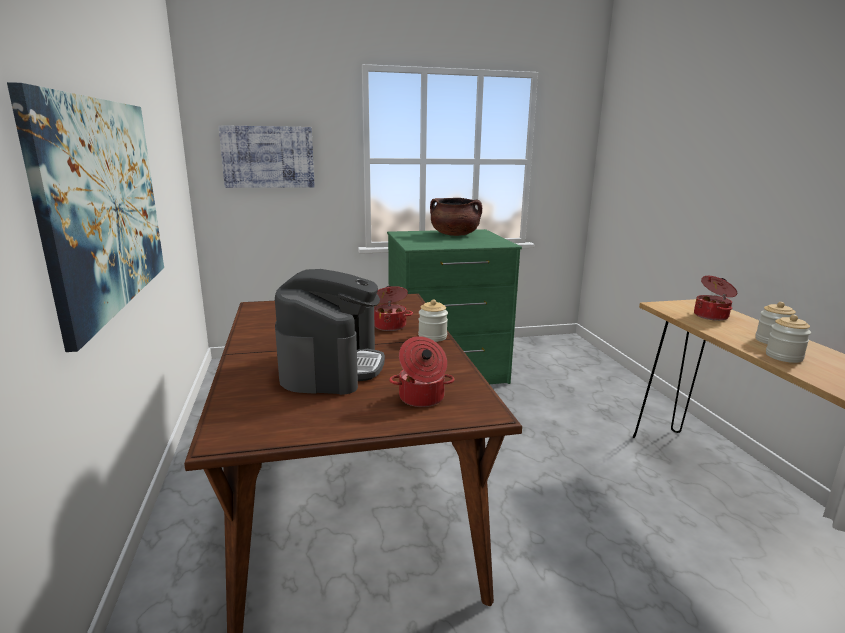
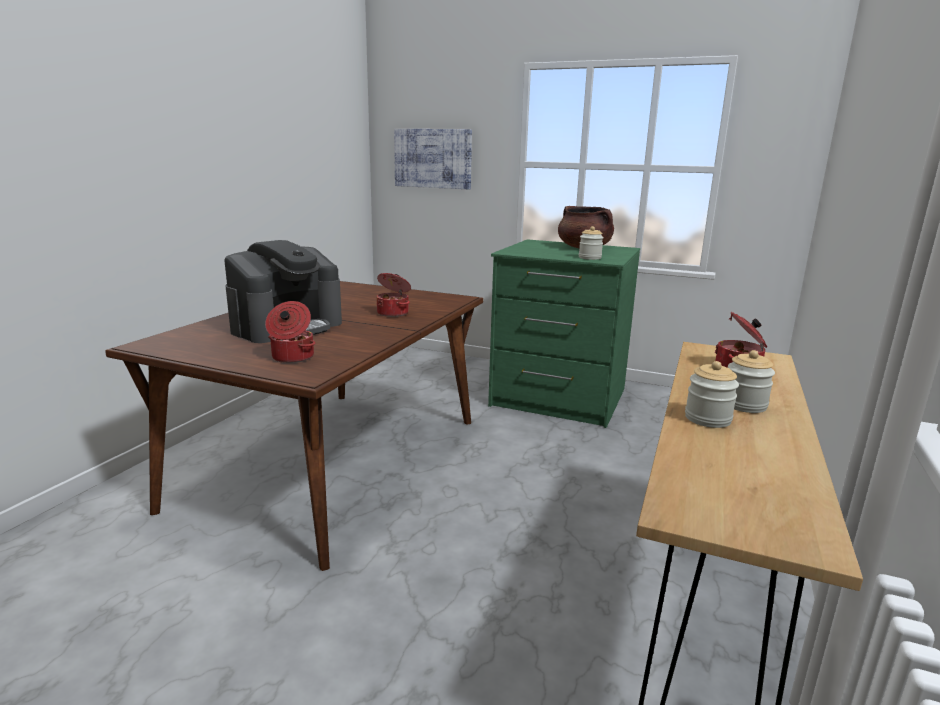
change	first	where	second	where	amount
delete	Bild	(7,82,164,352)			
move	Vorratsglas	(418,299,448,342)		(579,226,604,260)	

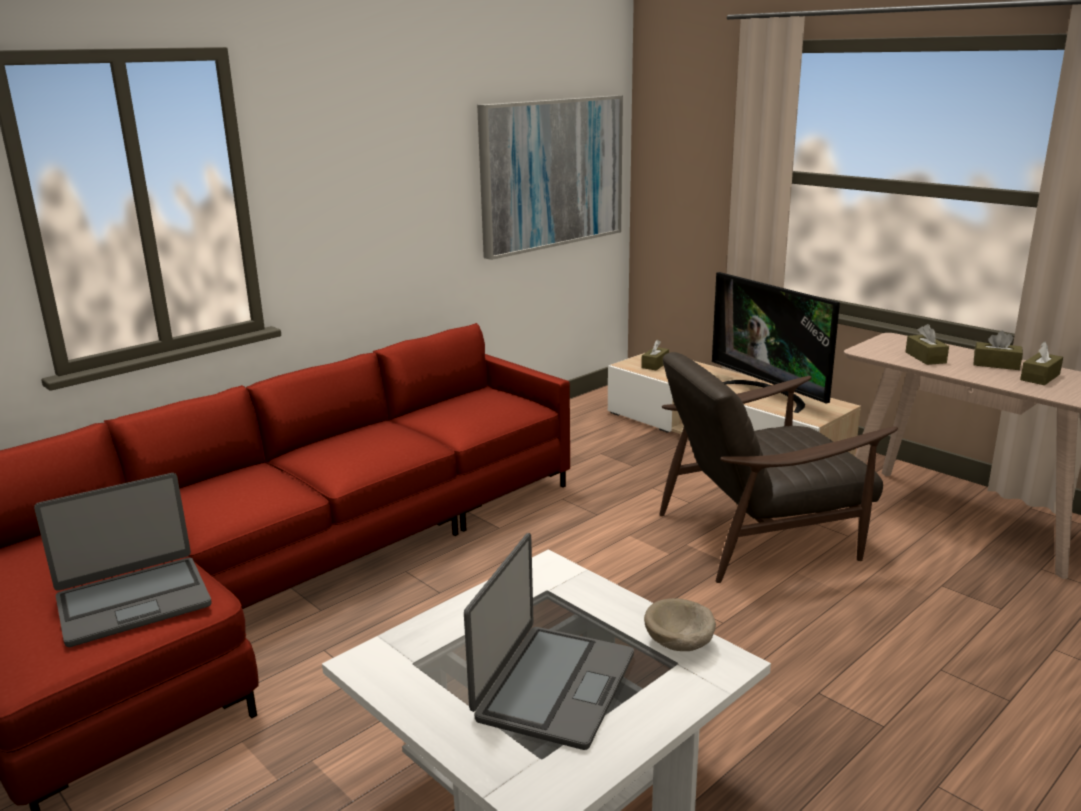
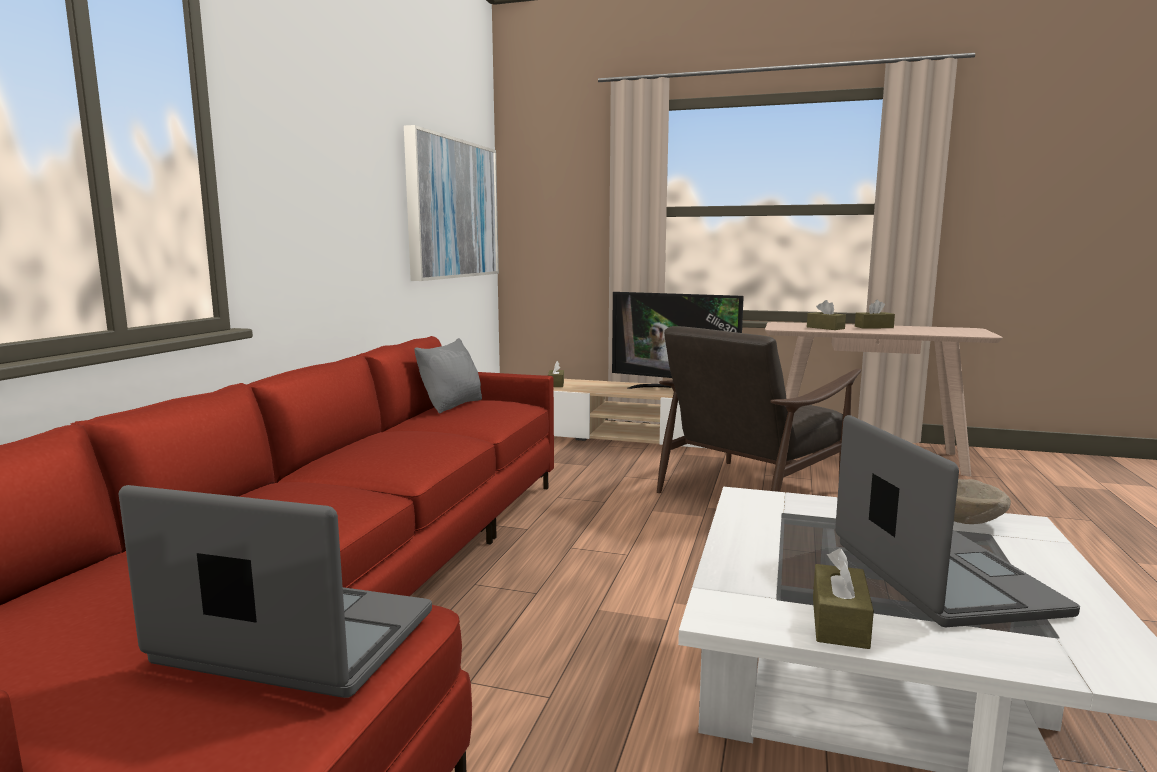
change	first	where	second	where	amount
rotate	Laptop	(34,473,212,647)		(119,485,432,698)	105 degrees counterclockwise
move	Taschentuchbox [braun]	(1020,342,1063,385)		(813,548,874,649)	
insert			Kissen [grau]	(414,338,482,413)	

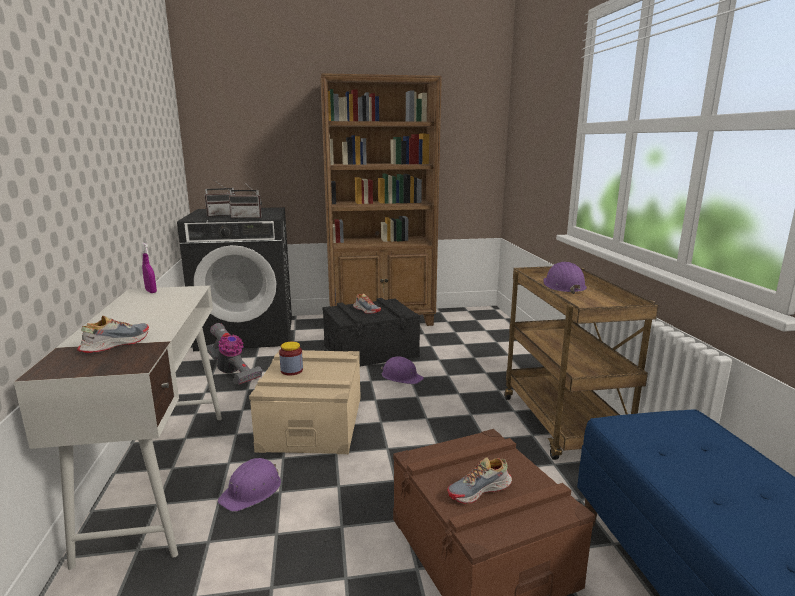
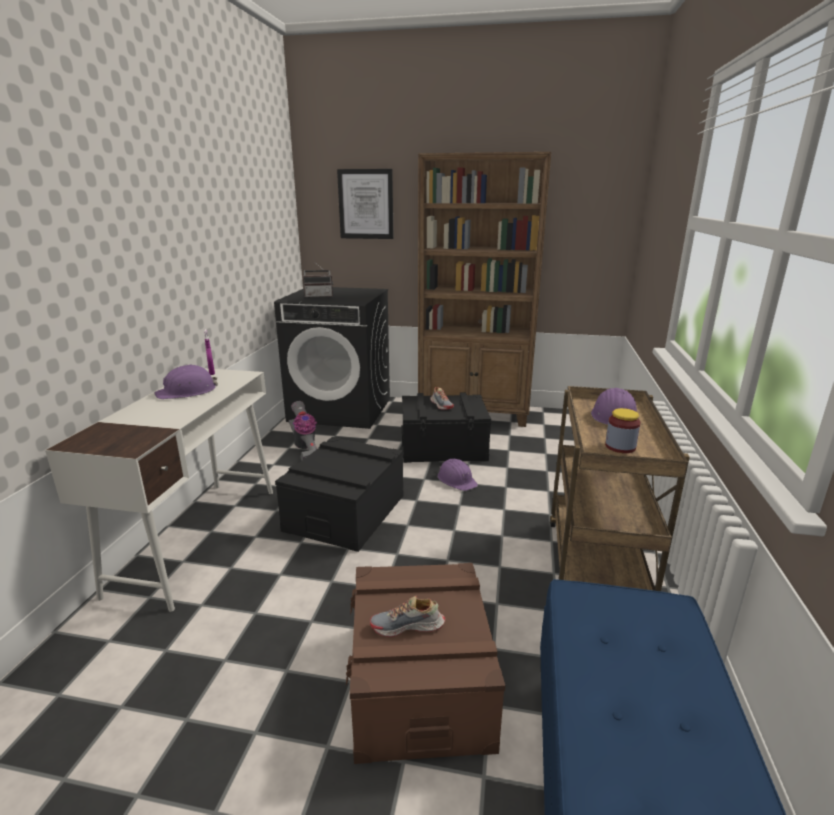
change	first	where	second	where	amount
delete	Schuh	(77,316,149,353)			
move	Schutzhelm [lila]	(218,458,281,512)		(154,364,218,399)	
delete	Radio	(229,181,262,219)			
recolor	Aufbewahrungsbox [beige]	(249,350,361,454)	Aufbewahrungsbox [schwarz]	(275,437,403,552)	
move	Vorratsglas	(279,342,303,375)		(605,408,641,453)	
insert			Bild	(337,169,394,239)	

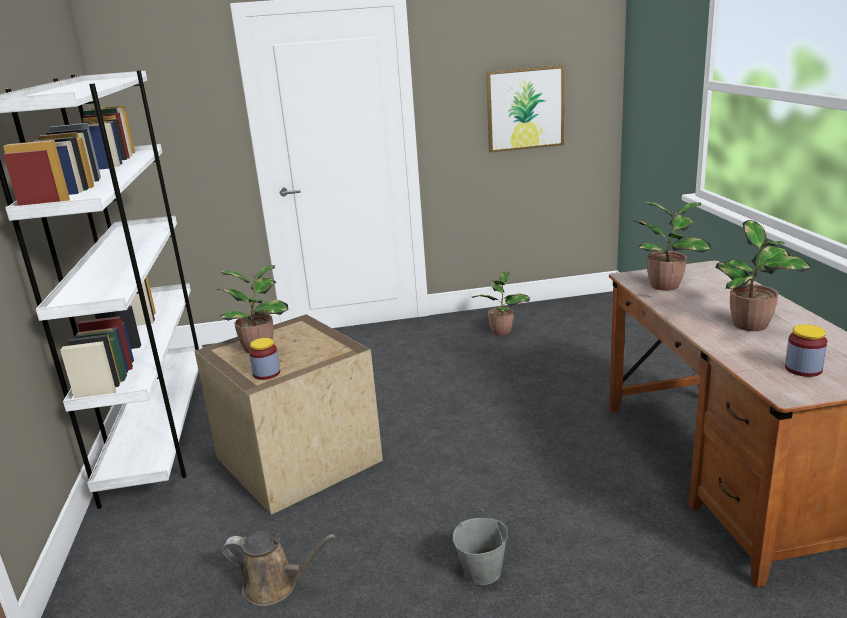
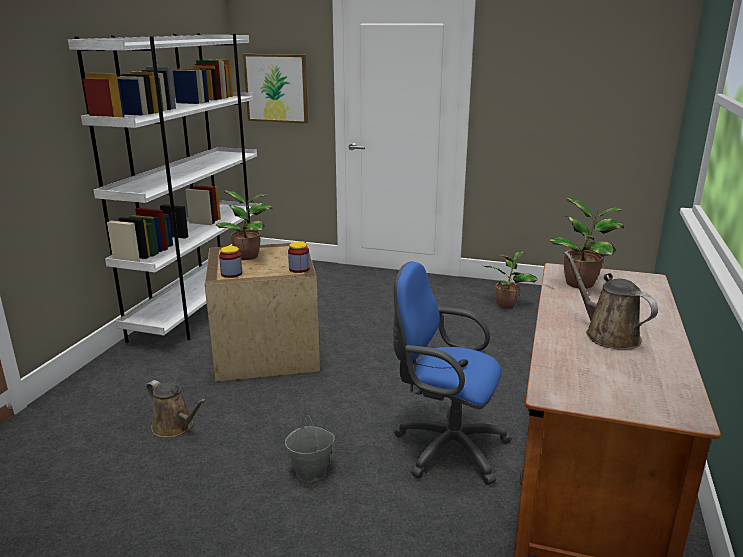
change	first	where	second	where	amount
move	Bild	(486,65,564,153)		(243,54,308,123)	
replace	Topfpflanze	(715,220,811,331)	Gießkanne [braun]	(564,252,658,350)	
move	Vorratsglas	(785,324,827,377)		(288,242,310,273)	
insert			Bürostuhl [blau]	(393,261,512,485)	

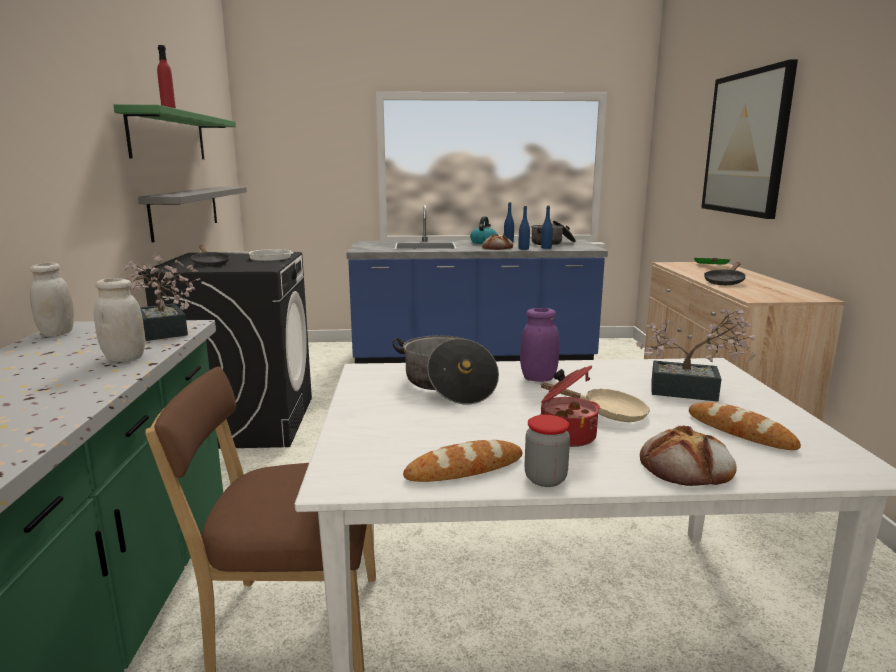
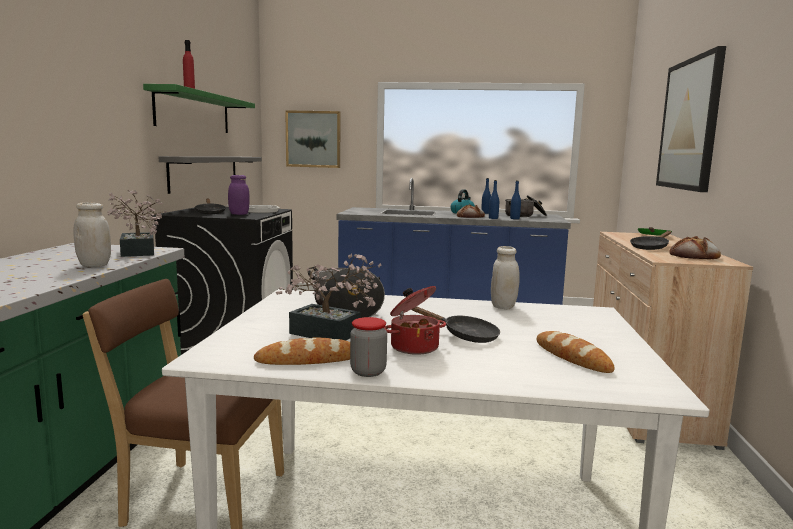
change	first	where	second	where	amount
move	Vorratsglas [weiß]	(30,262,74,337)		(491,246,520,310)	
move	Vorratsglas [lila]	(520,308,560,382)		(228,175,250,215)	
recolor	Pfanne [beige]	(541,382,650,422)	Pfanne [schwarz]	(411,306,500,343)	
move	Topfpflanze	(636,309,756,402)		(276,254,382,341)	
move	Brot	(640,426,737,486)		(669,236,721,259)	
insert			Bild	(285,110,341,168)	

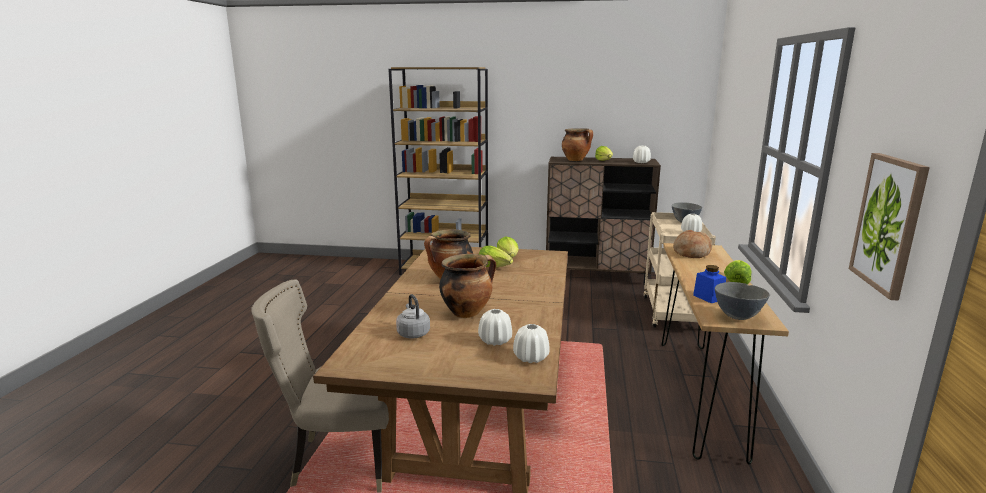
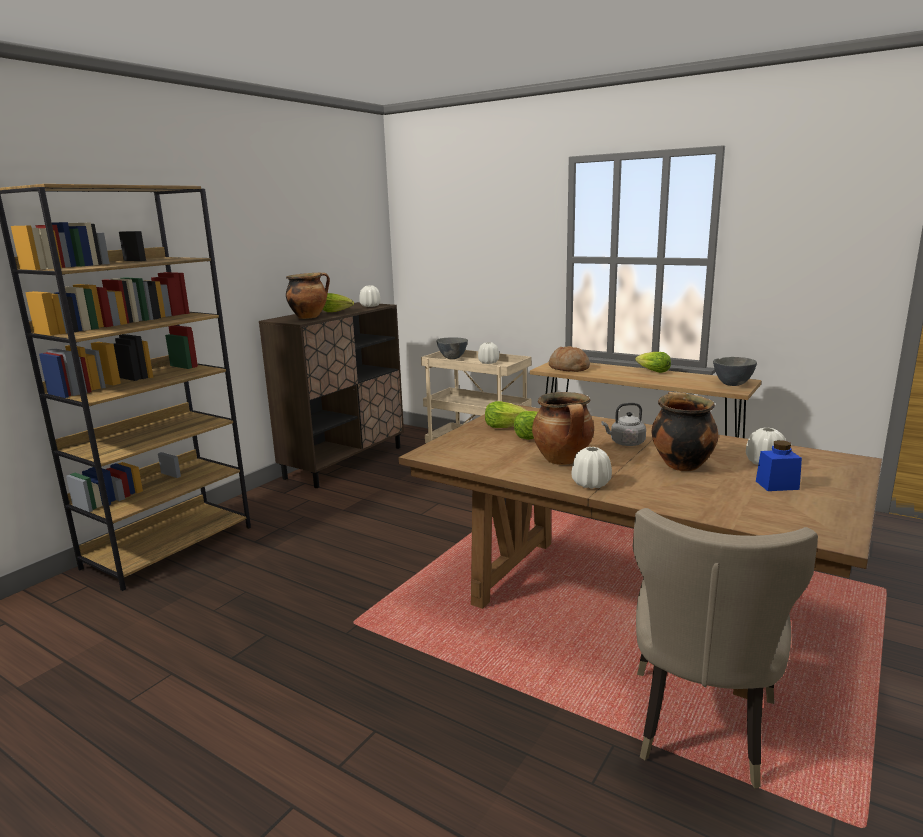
change	first	where	second	where	amount
move	Wasserkessel [grau]	(396,294,430,339)		(601,403,646,446)	
move	Vase [weiß]	(513,324,550,363)		(572,447,612,489)	
move	Vorratsglas [blau]	(693,265,726,303)		(756,440,802,491)	
delete	Bild	(849,153,930,301)			

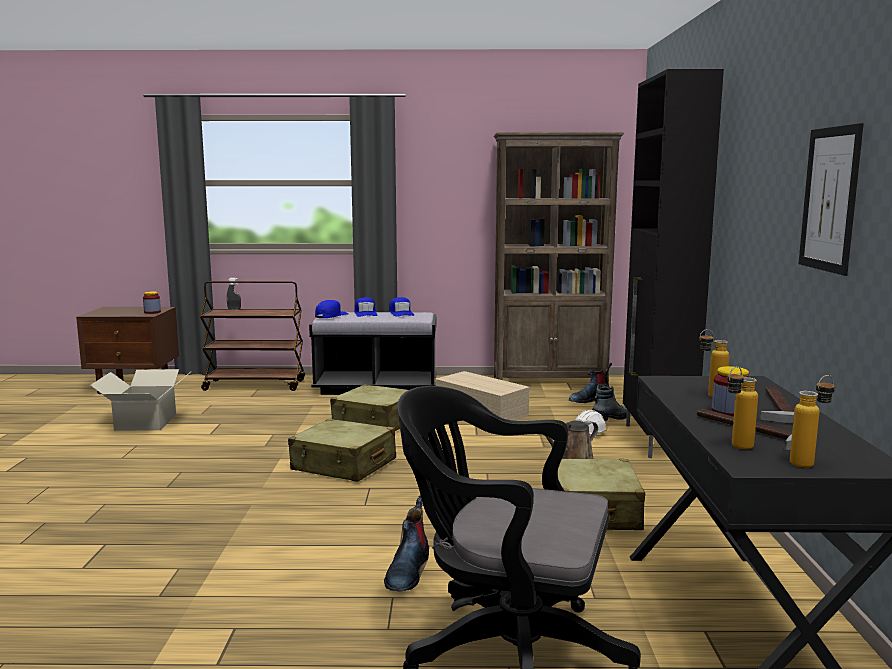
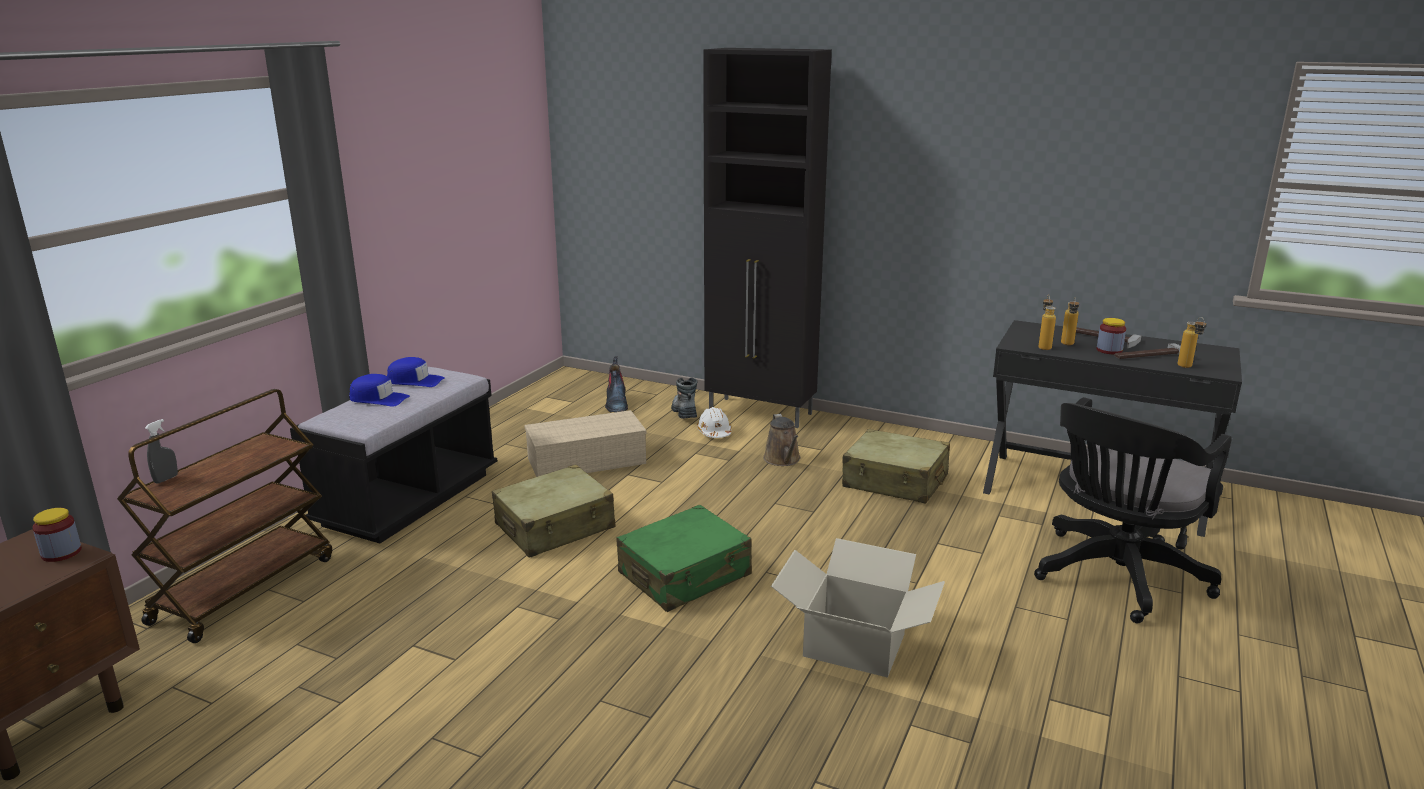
change	first	where	second	where	amount
move	Karton	(90,369,192,431)		(771,538,945,678)	
recolor	Koffer [beige]	(288,419,396,482)	Koffer [grün]	(616,505,752,612)	
delete	Kappe [blau]	(315,300,348,318)			
delete	Stiefel	(384,496,429,592)			
delete	Bücherregal [braun]	(494,132,624,383)			
move	Flasche	(790,375,835,468)		(1038,295,1056,350)	
delete	Bild	(799,123,864,276)			

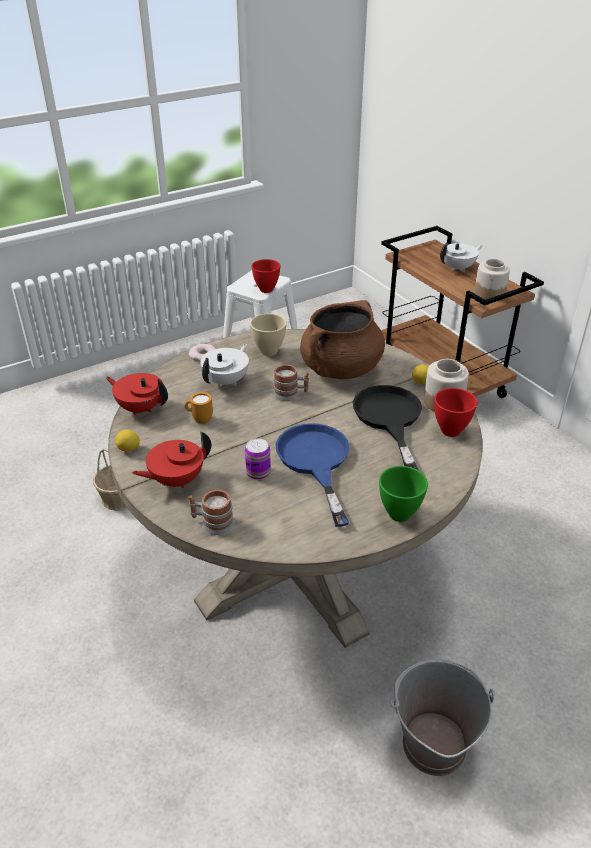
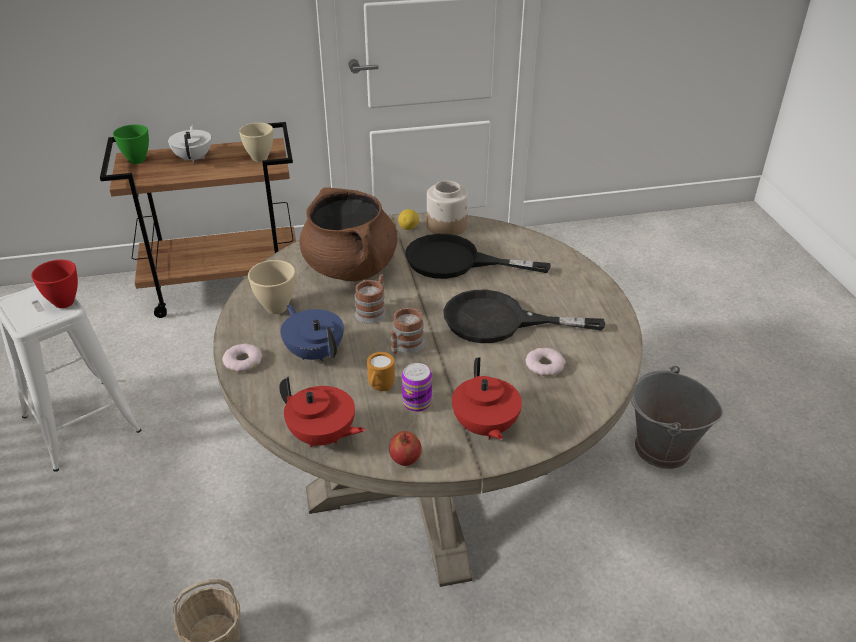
change	first	where	second	where	amount
rotate	Teekanne [rot]	(106,373,168,415)		(279,376,365,447)	105 degrees counterclockwise
replace	Zitrone	(115,430,140,451)	Apfel	(389,431,422,466)	
move	Henkelbecher	(188,490,235,535)		(391,307,425,354)	
recolor	Teekanne [weiß]	(200,344,249,387)	Teekanne [blau]	(280,304,344,361)	
move	Dose	(245,439,271,480)		(402,363,432,412)	
recolor	Pfanne [blau]	(276,423,350,527)	Pfanne [schwarz]	(443,290,605,343)	
move	Schüssel [grün]	(379,466,428,522)		(113,124,149,164)	
delete	Schüssel [rot]	(434,388,477,437)			
replace	Vorratsglas	(474,259,510,300)	Schüssel [beige]	(239,123,273,162)	
insert			Donut	(525,348,566,376)	

